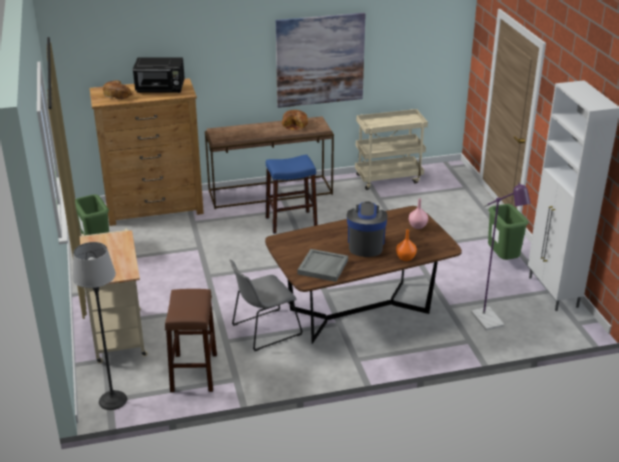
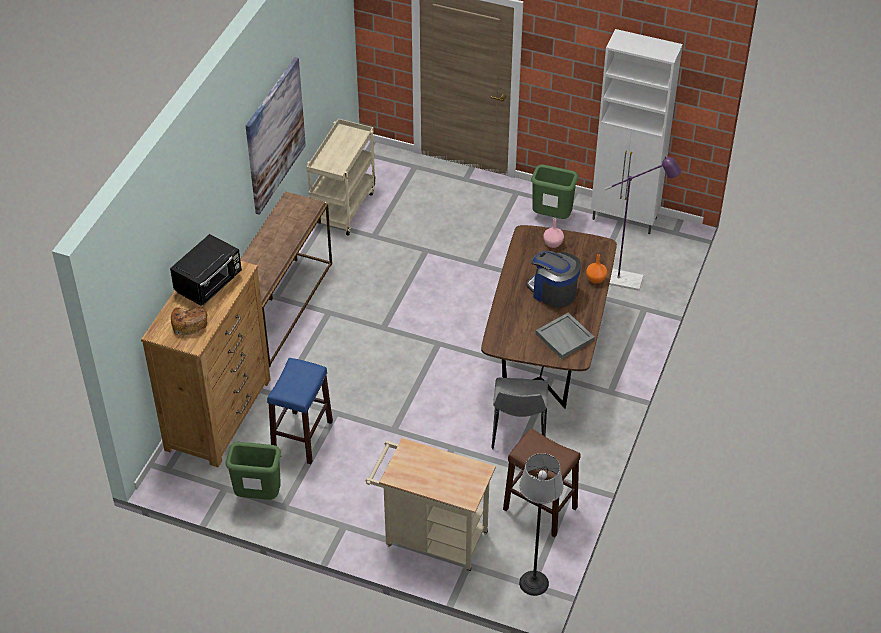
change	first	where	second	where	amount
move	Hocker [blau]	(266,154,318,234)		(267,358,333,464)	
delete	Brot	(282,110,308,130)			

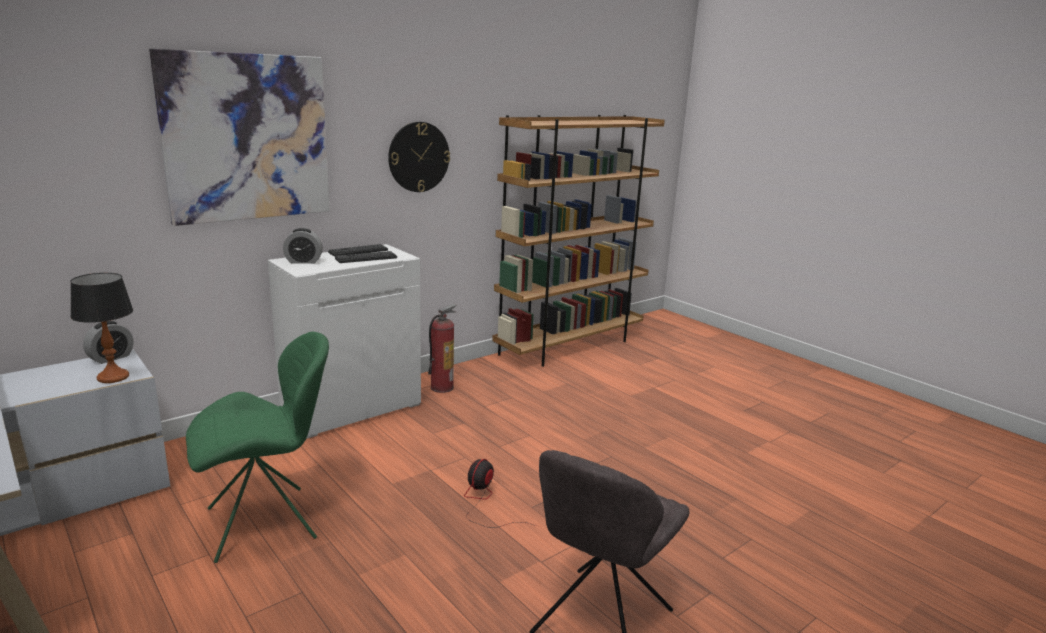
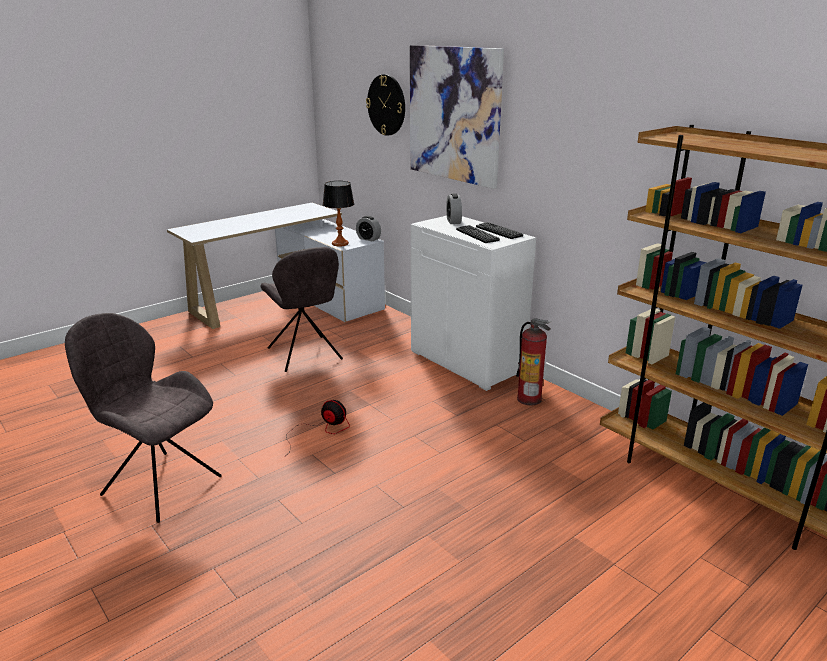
change	first	where	second	where	amount
recolor	Stuhl [grün]	(186,332,329,563)	Stuhl [grau]	(260,247,343,372)	
move	Wanduhr	(388,122,450,192)		(366,74,405,136)	

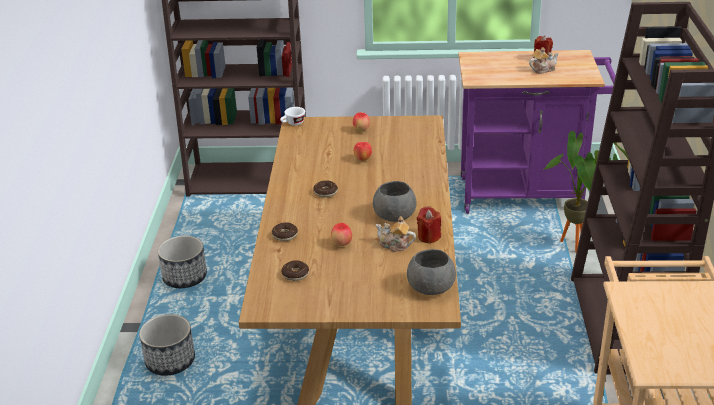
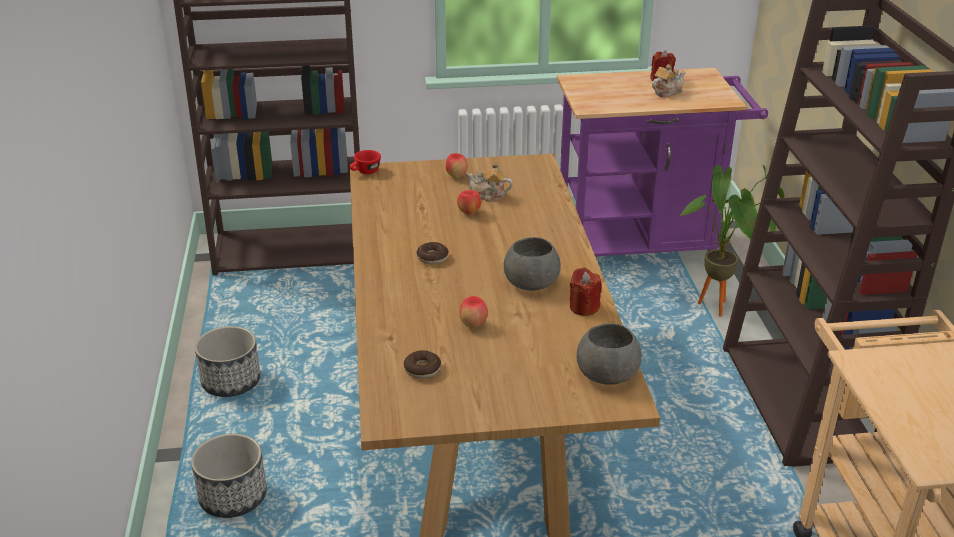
change	first	where	second	where	amount
delete	Donut	(272,222,298,241)			
recolor	Tasse [weiß]	(280,107,305,126)	Tasse [rot]	(350,150,381,174)	
move	Teekanne	(376,216,416,252)		(467,162,513,202)	

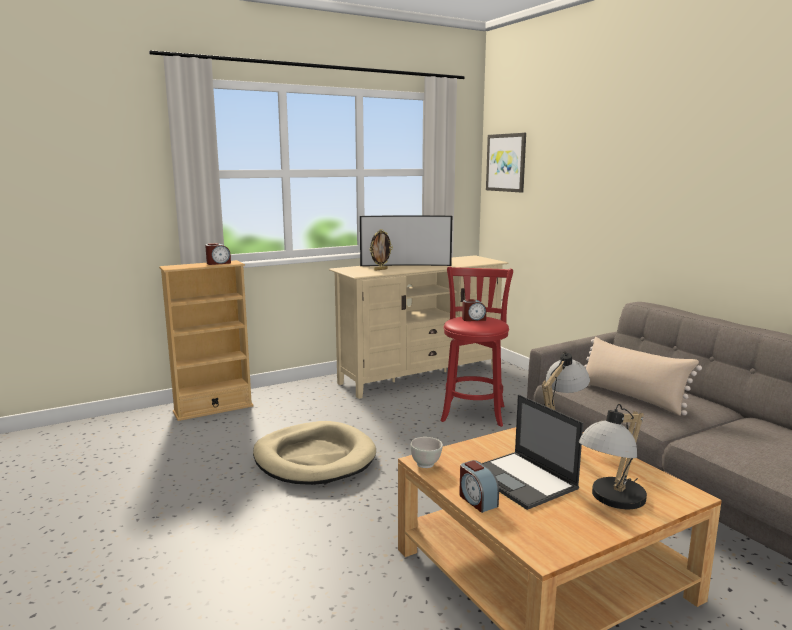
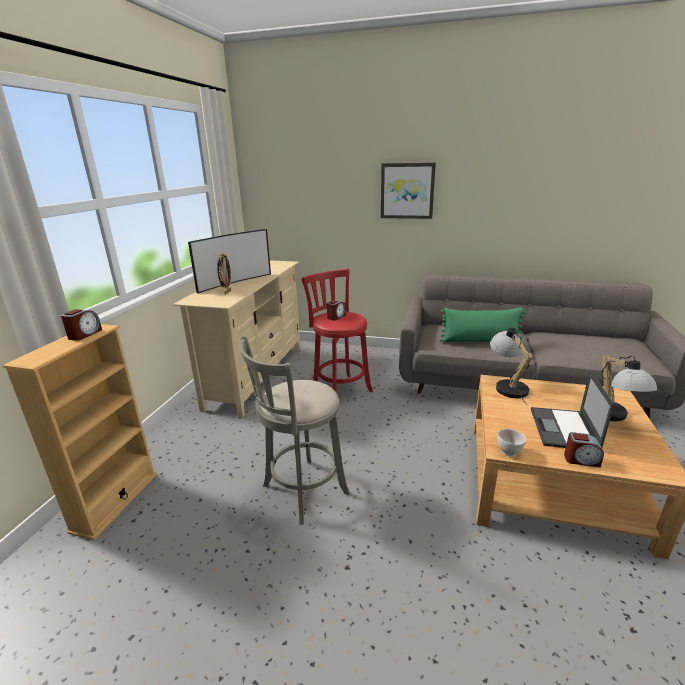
change	first	where	second	where	amount
replace	Hundebett [beige]	(253,421,376,485)	Hocker [grau]	(240,336,350,525)	
rotate	Laptop	(482,394,583,510)		(531,370,614,448)	90 degrees clockwise
move	Bild	(486,133,526,193)		(381,163,436,219)	
recolor	Kissen [beige]	(584,337,702,416)	Kissen [grün]	(439,307,525,343)	

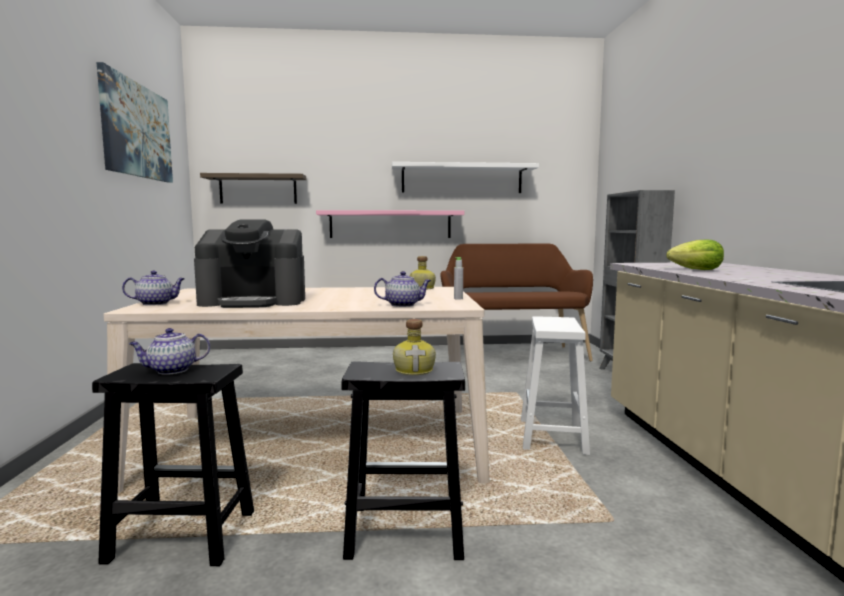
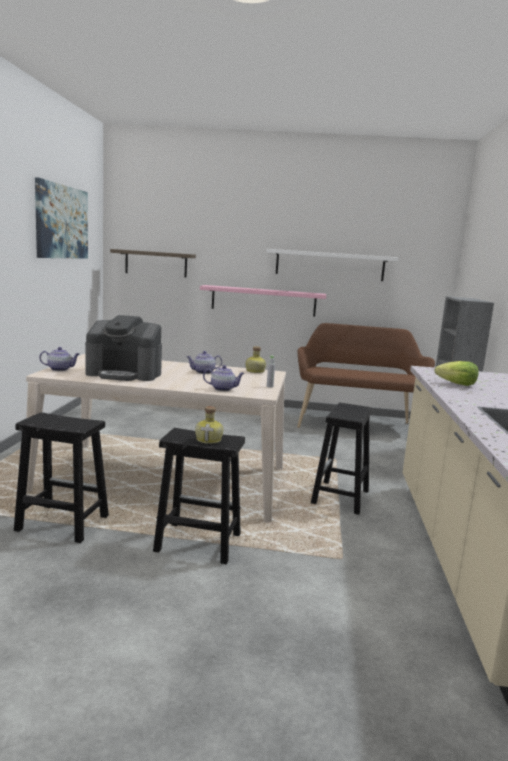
change	first	where	second	where	amount
move	Teekanne	(129,328,210,375)		(187,351,222,374)	
recolor	Hocker [weiß]	(521,316,590,455)	Hocker [schwarz]	(311,403,372,515)	

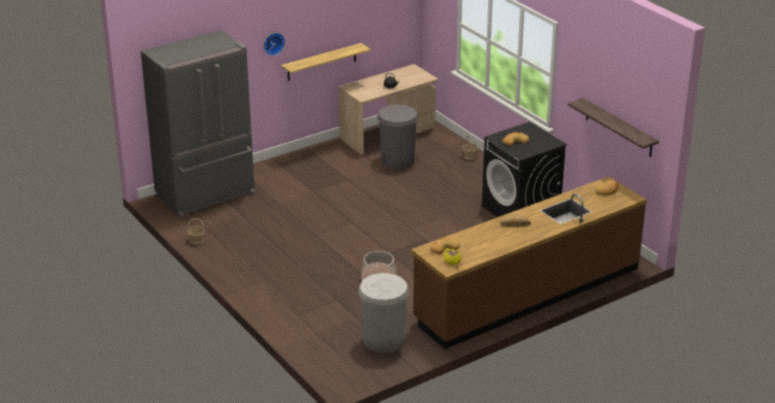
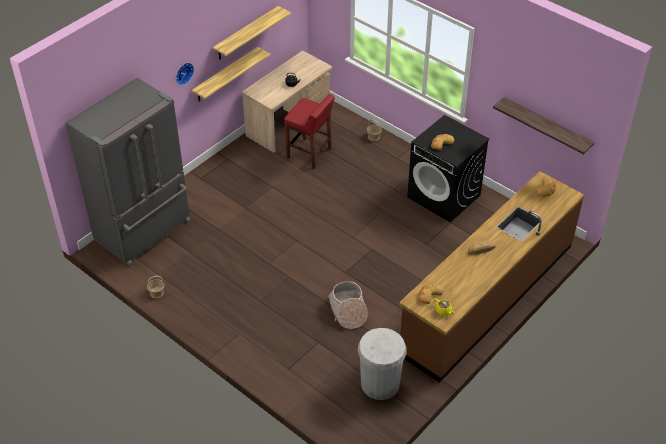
change	first	where	second	where	amount
replace	Mülleimer [grau]	(377,105,418,169)	Hocker [rot]	(284,94,335,169)	
insert			Wandregal	(213,6,291,60)	

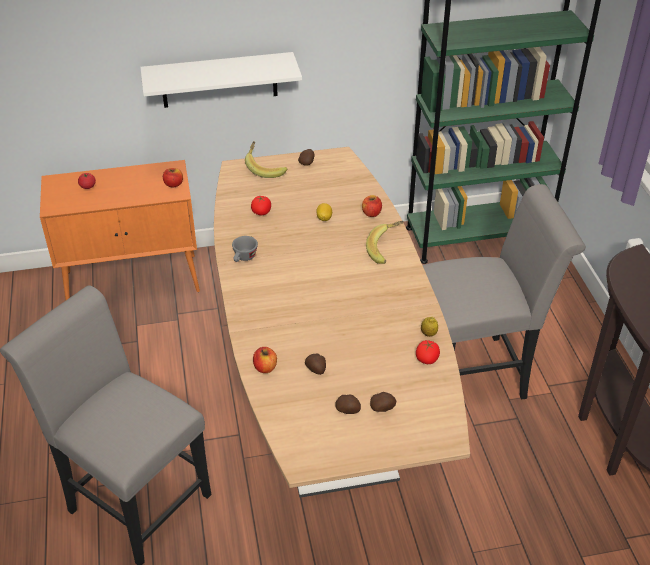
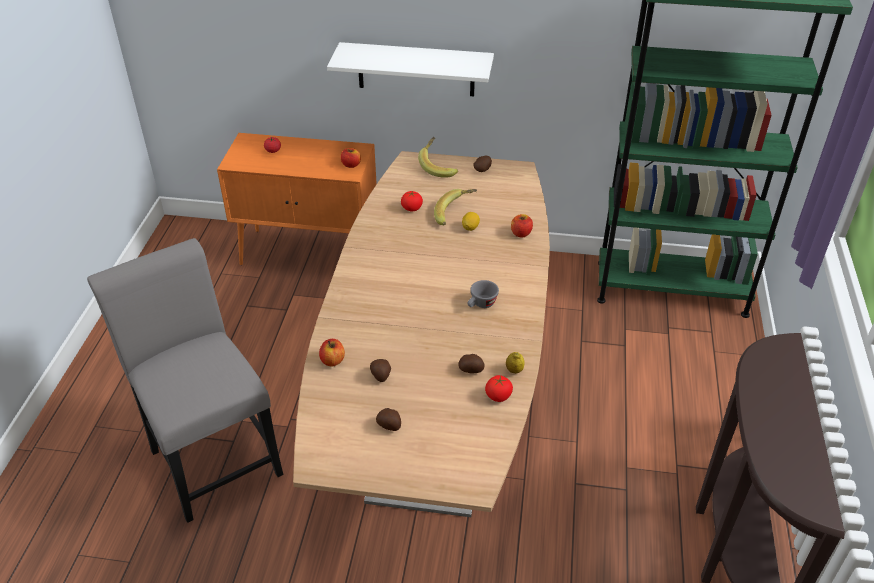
change	first	where	second	where	amount
move	Tasse [grau]	(232,236,258,262)		(467,280,499,308)	
move	Banane	(366,221,404,264)		(434,189,477,225)	
move	Kartoffel	(370,392,396,412)		(459,354,484,373)	
delete	Stuhl [grau]	(423,184,586,399)			

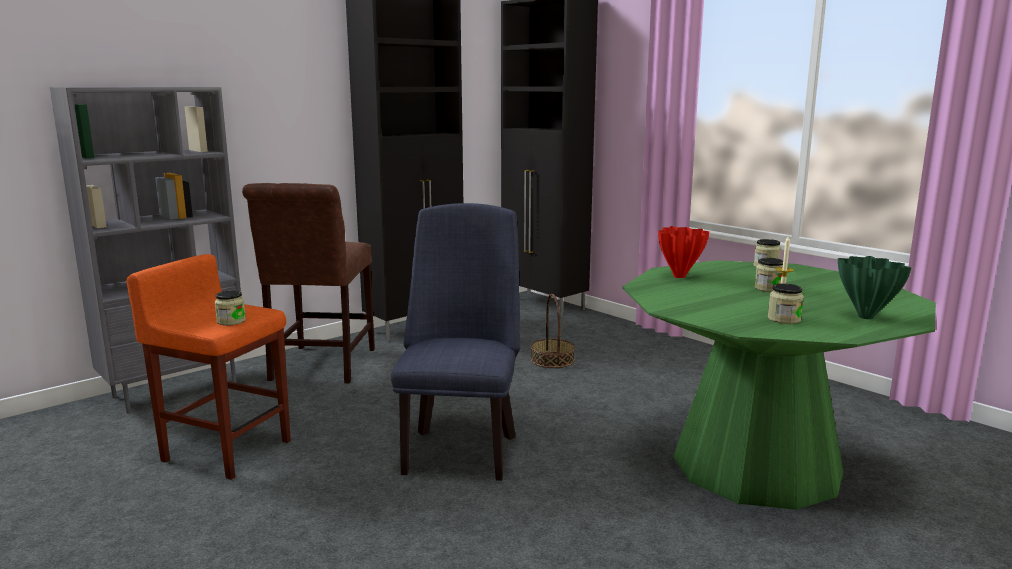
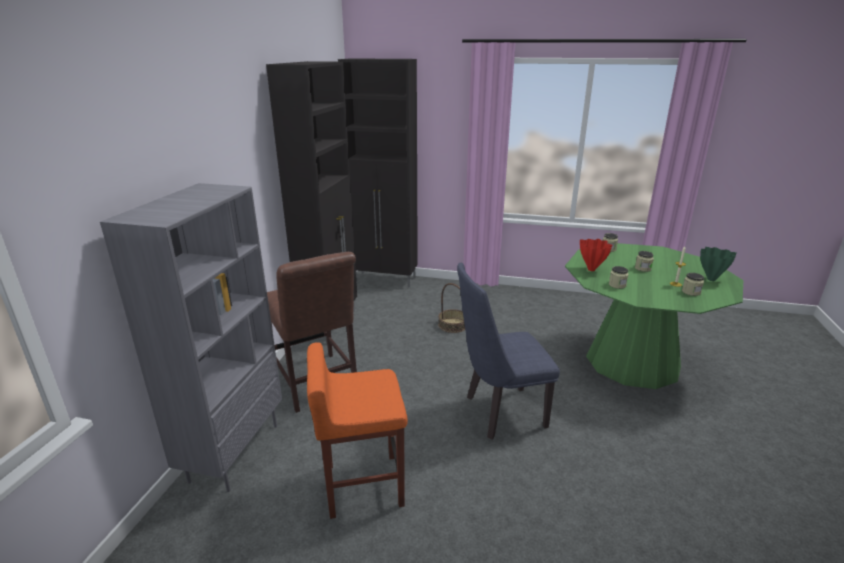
change	first	where	second	where	amount
move	Vorratsglas	(215,290,246,325)		(609,266,628,289)	
rotate	Stuhl [blau]	(391,203,520,481)		(457,263,560,440)	75 degrees counterclockwise

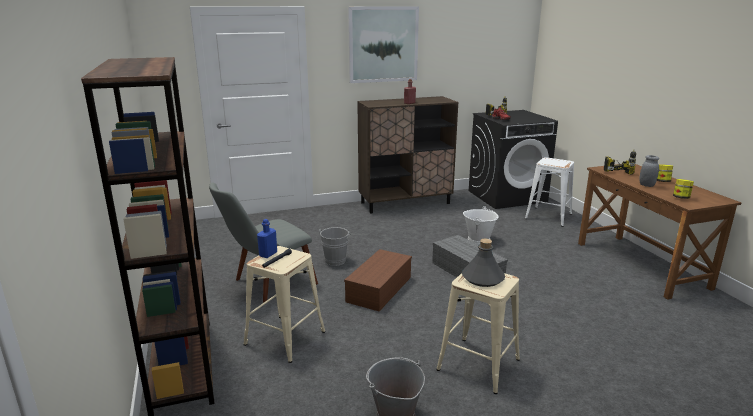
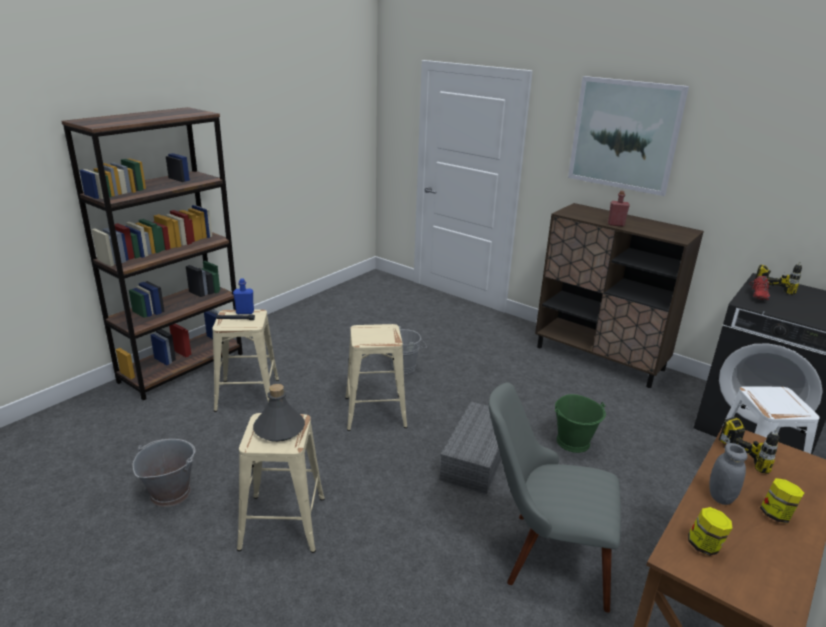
change	first	where	second	where	amount
move	Stuhl [grau]	(209,182,318,303)		(489,382,621,613)	
replace	Aufbewahrungsbox [braun]	(344,249,412,311)	Hocker [beige]	(345,324,407,431)	
recolor	Eimer [weiß]	(463,206,499,245)	Eimer [grün]	(555,394,606,453)	

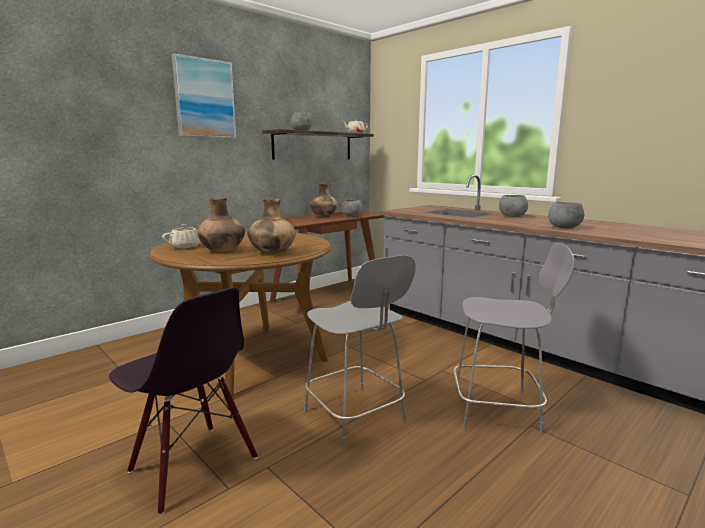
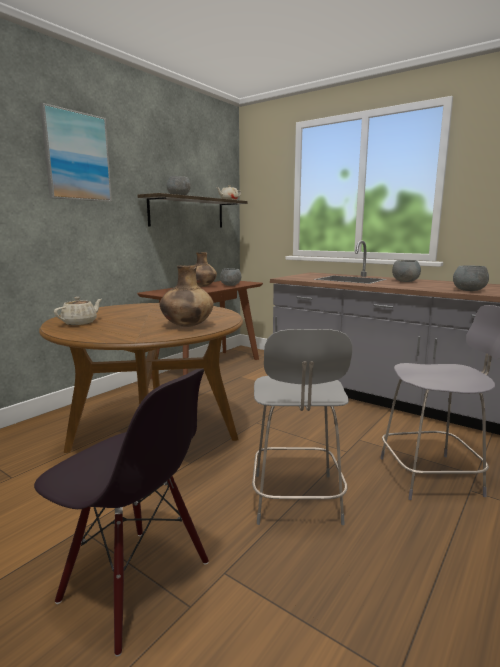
change	first	where	second	where	amount
delete	Vase [braun]	(197,197,245,252)			
rotate	Stuhl [grau]	(304,255,416,448)		(252,329,352,525)	45 degrees clockwise

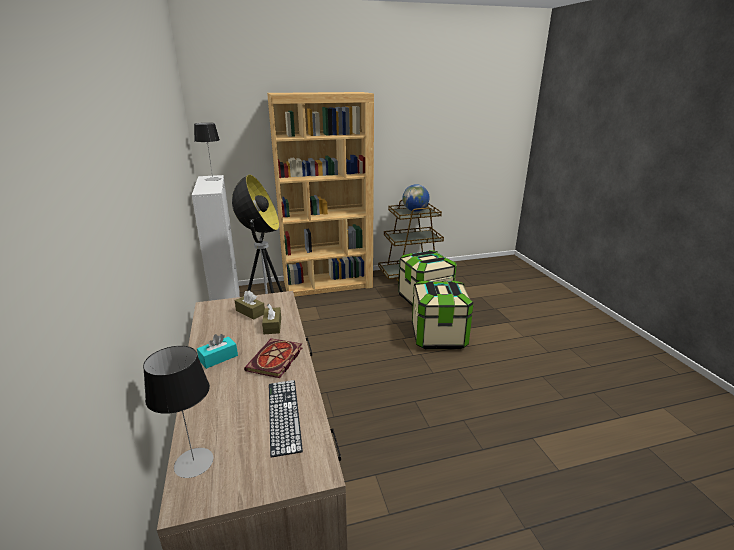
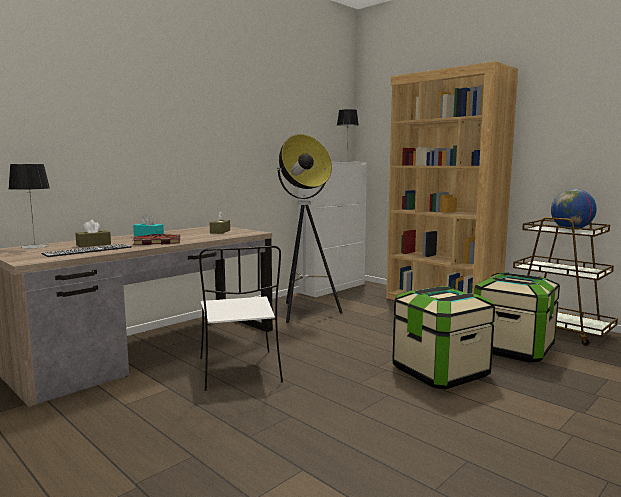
change	first	where	second	where	amount
move	Taschentuchbox [braun]	(262,304,281,334)		(75,220,111,247)	
insert			Stuhl [weiß]	(199,246,283,391)	

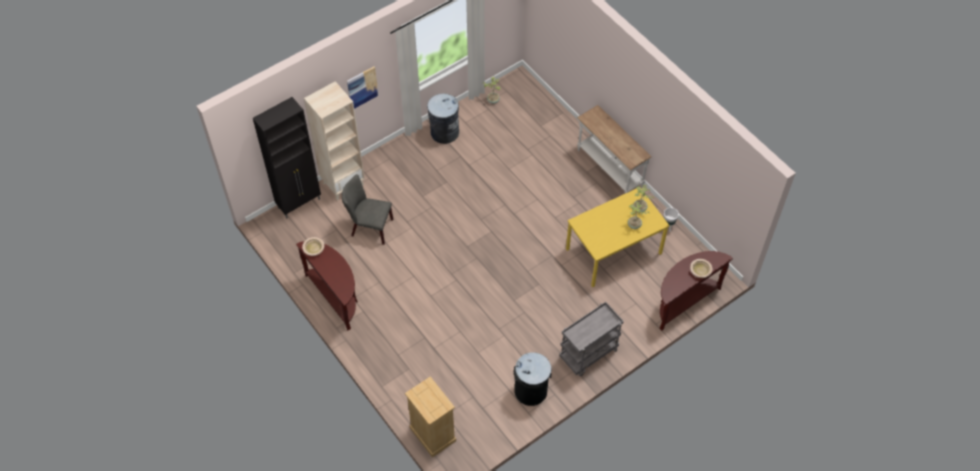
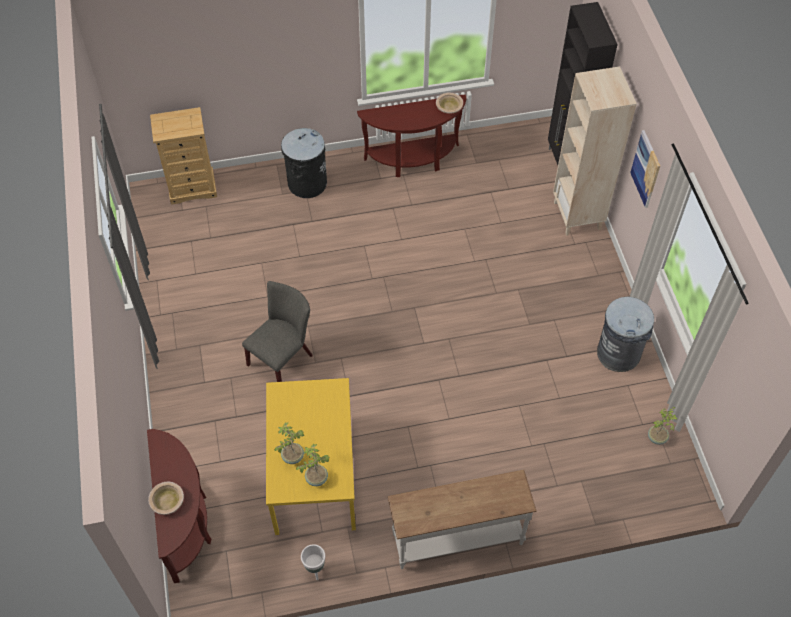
change	first	where	second	where	amount
move	Stuhl [grau]	(342,174,393,245)		(242,281,313,382)	
move	Mülleimer [schwarz]	(514,352,552,406)		(281,128,327,198)	
delete	Rollwagen [grau]	(559,302,624,376)			

